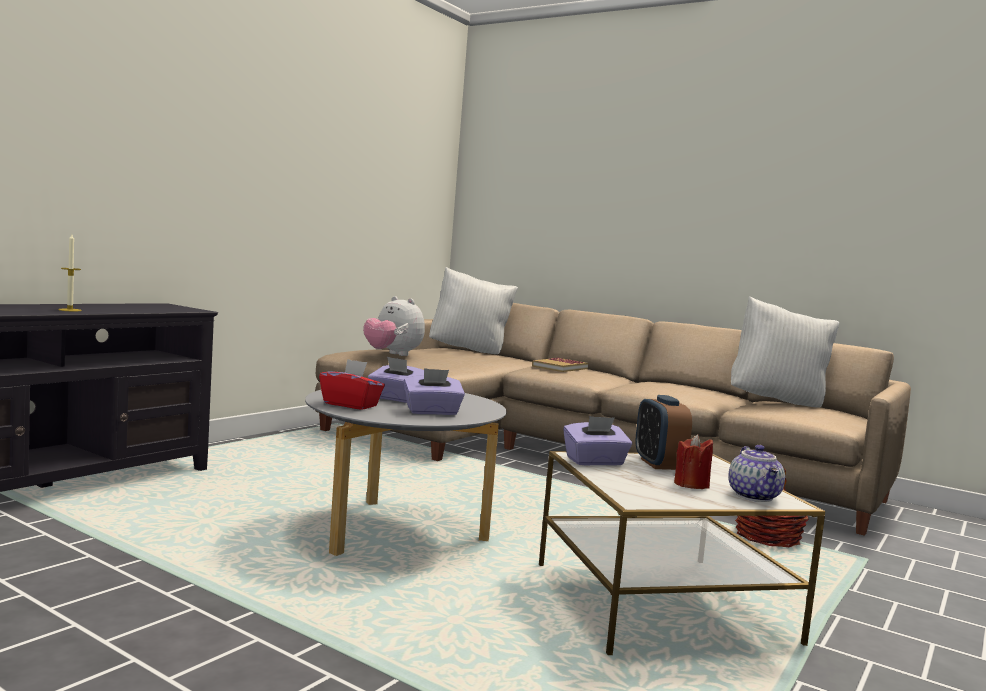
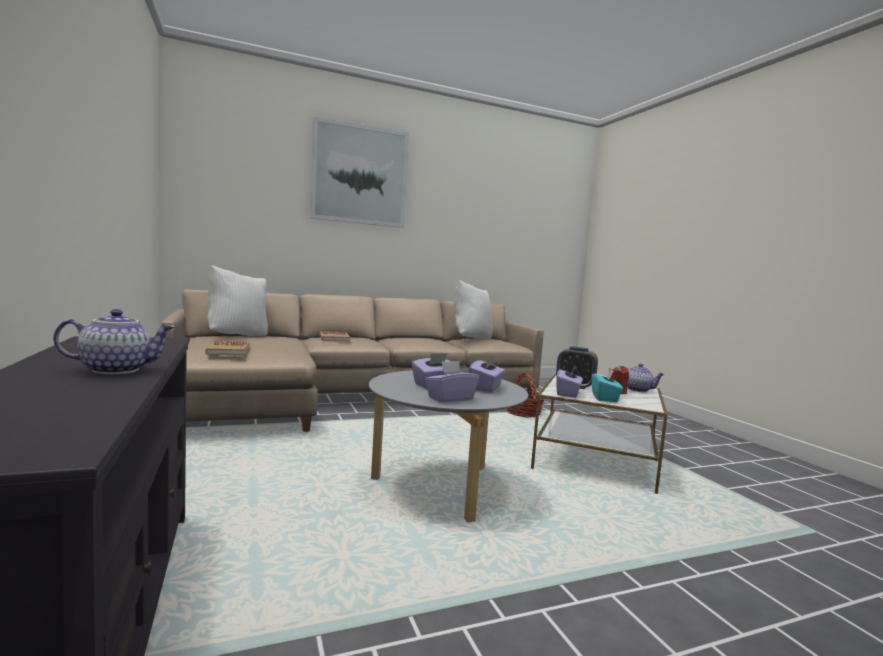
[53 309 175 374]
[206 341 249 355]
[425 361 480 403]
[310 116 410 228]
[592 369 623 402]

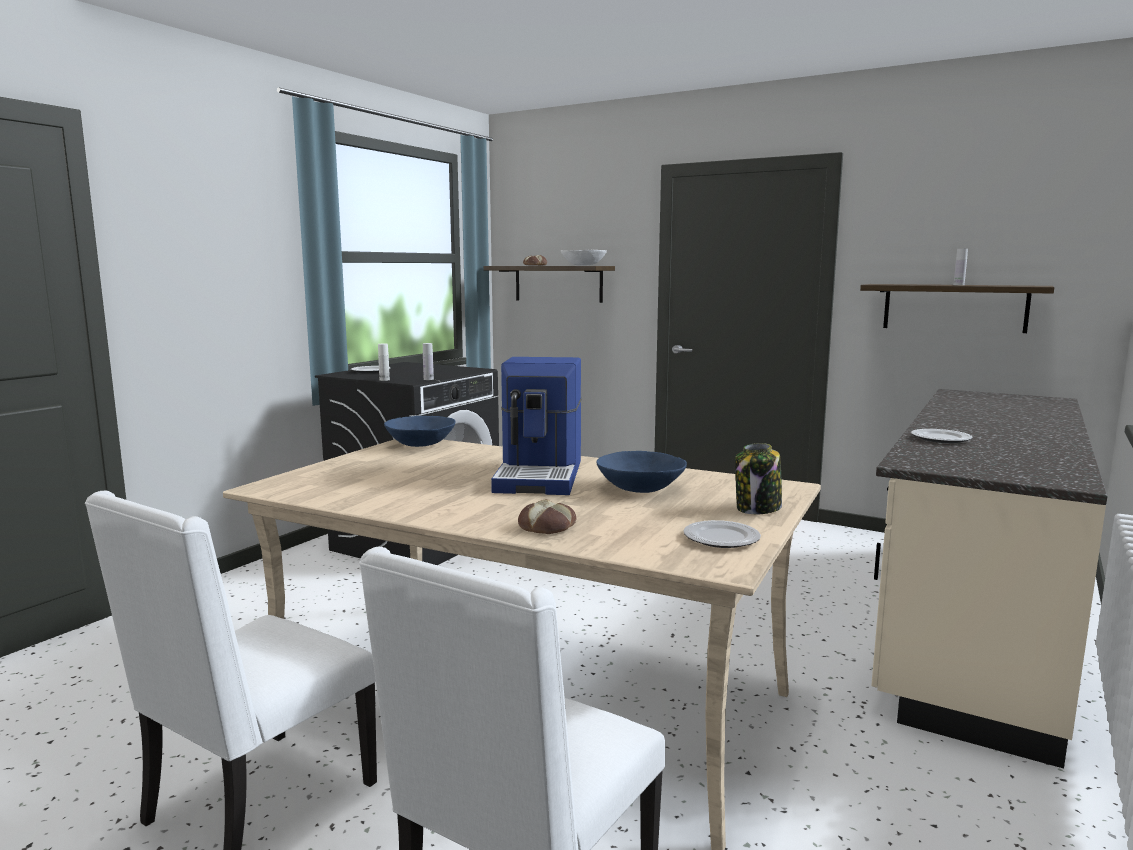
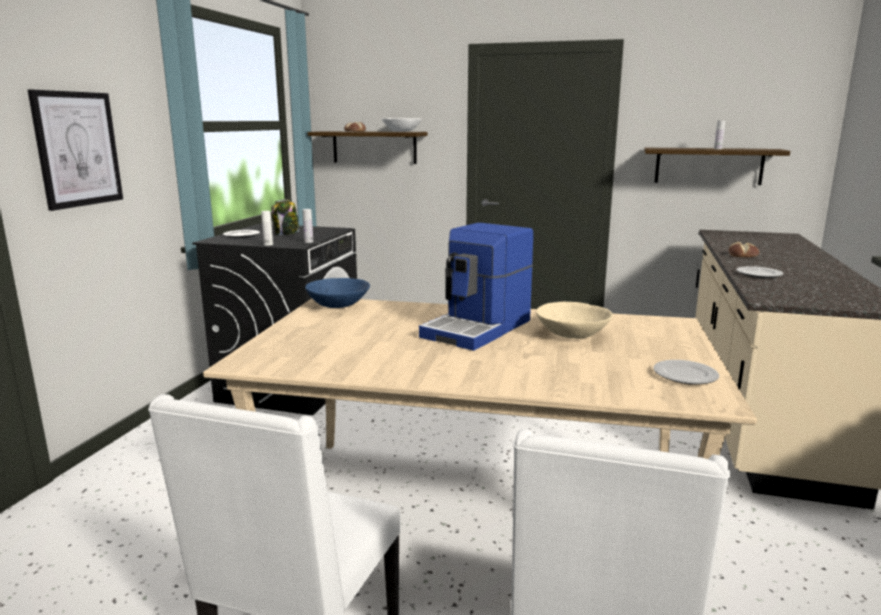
[419 223 533 351]
[271 199 299 235]
[536 302 613 339]
[729 242 760 257]
[28 89 123 211]

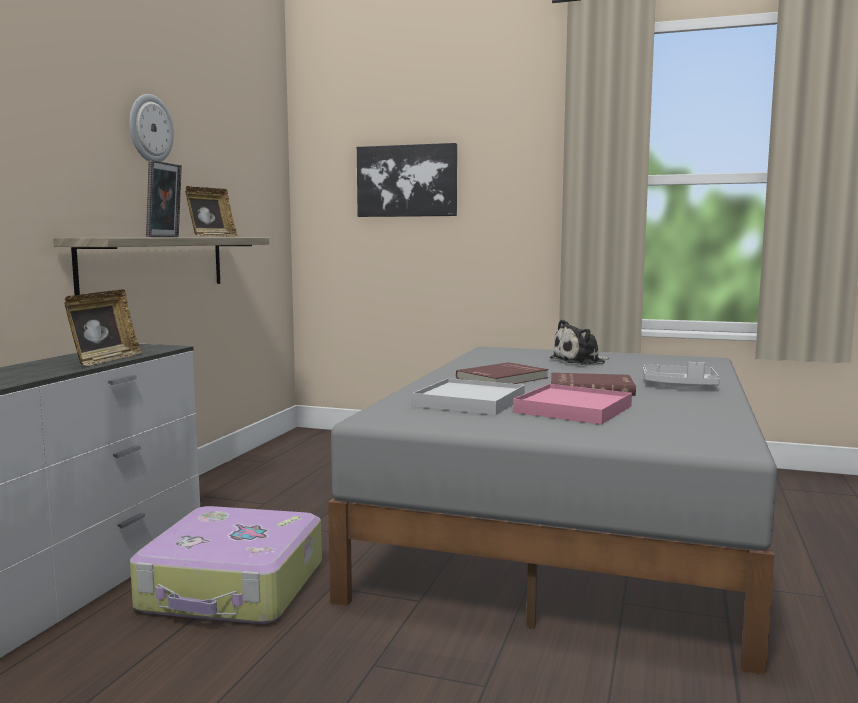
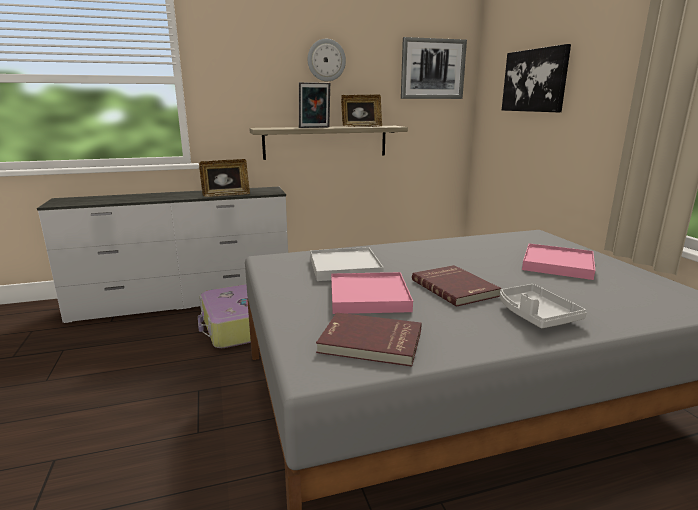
[522 243 595 280]
[316 312 421 367]
[401 37 467 99]

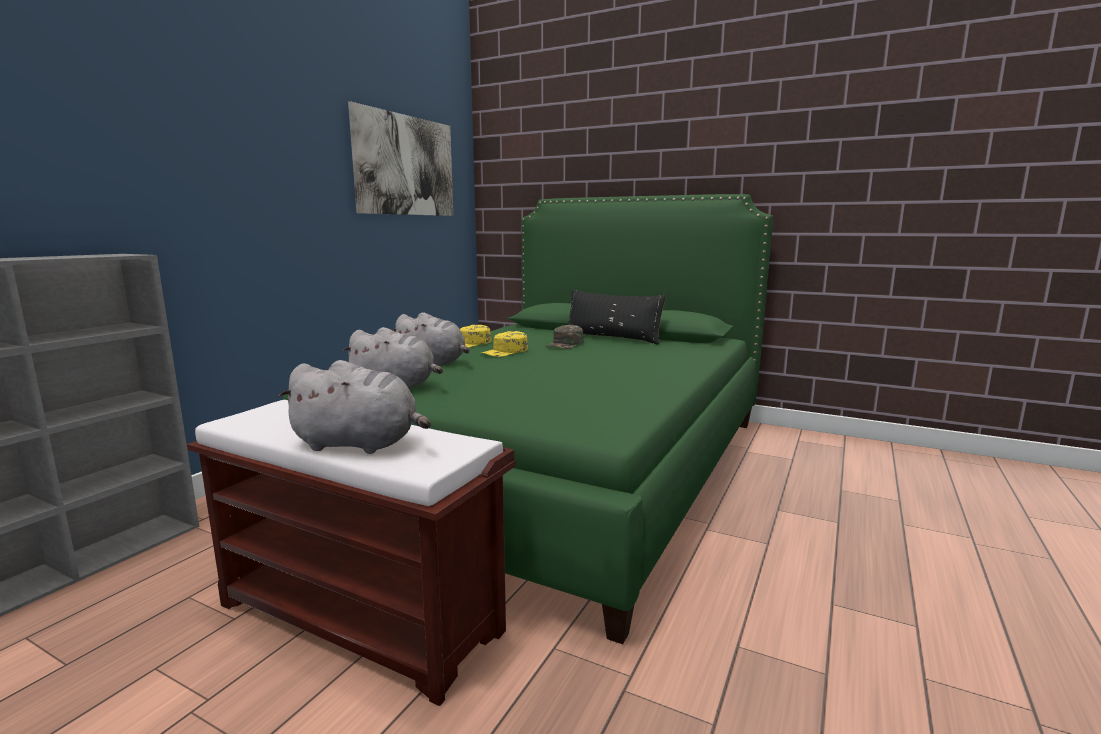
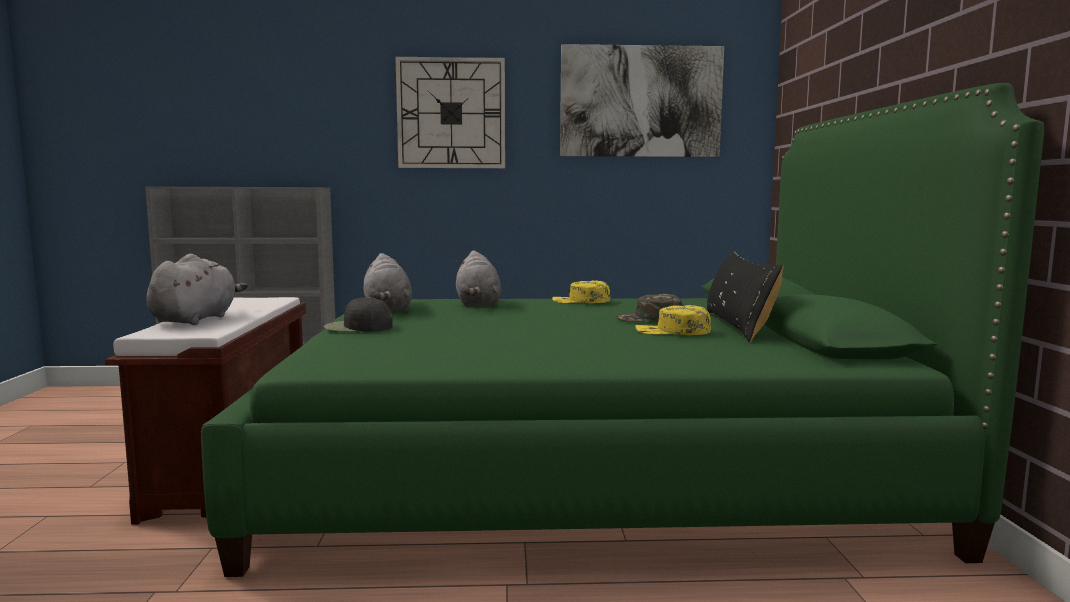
[635 305 711 335]
[146 254 248 325]
[395 57 505 168]
[324 297 393 332]

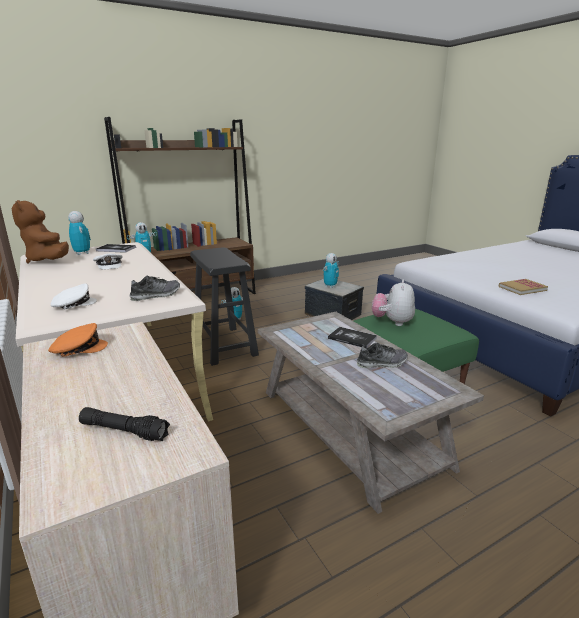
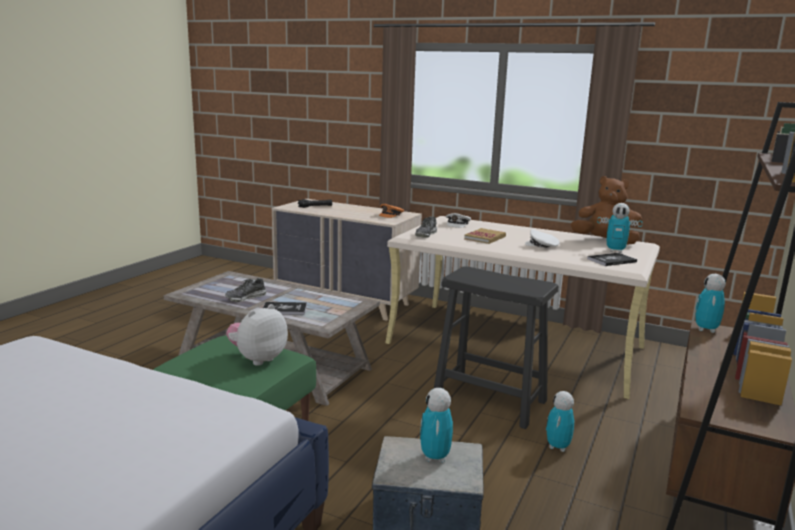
[464 228 506 244]
[226 304 288 366]

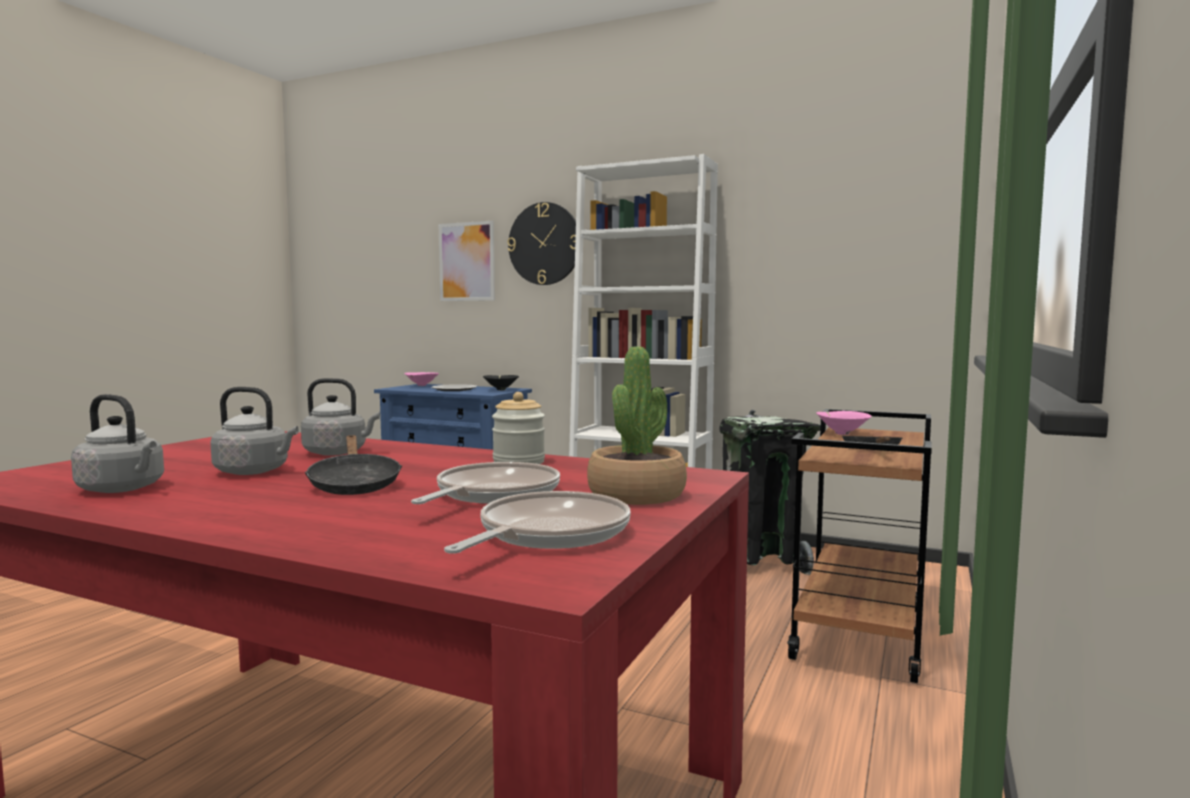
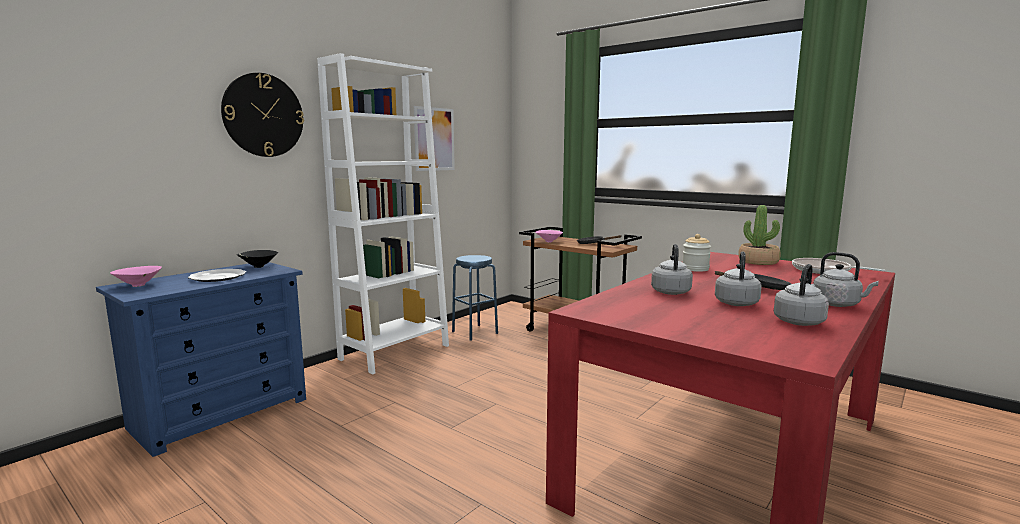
[414 106 455 171]
[452 255 498 341]
[411 462 560 504] (first image)
[813 252 879 307]

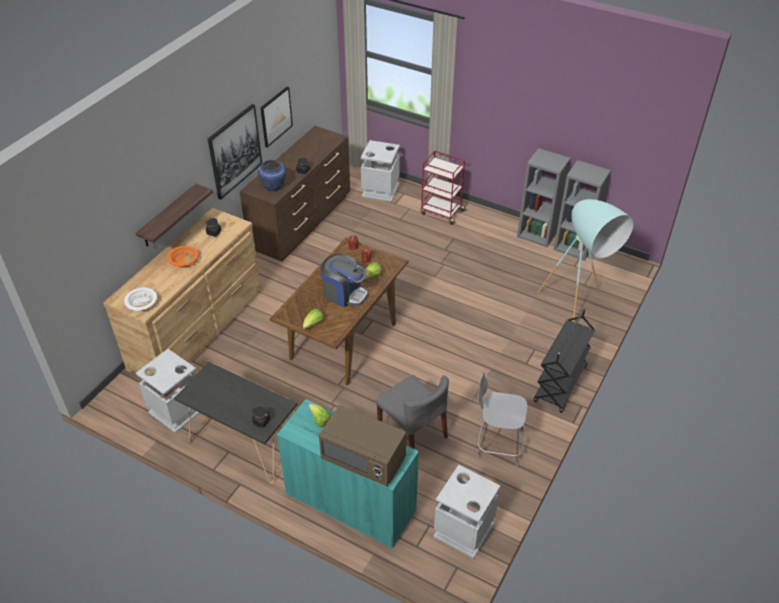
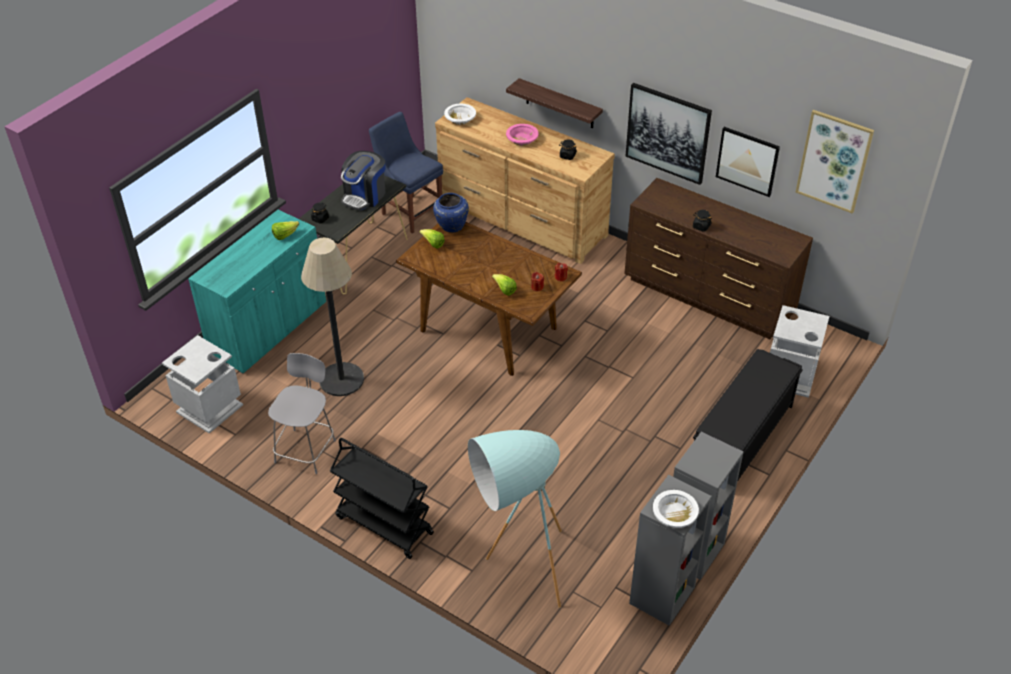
[693 349 803 482]
[433 193 469 232]
[506 124 538 145]
[341 151 385 210]
[369 112 443 234]
[301 238 364 396]
[319 405 406 486] (first image)
[796 110 874 214]
[653 490 699 528]

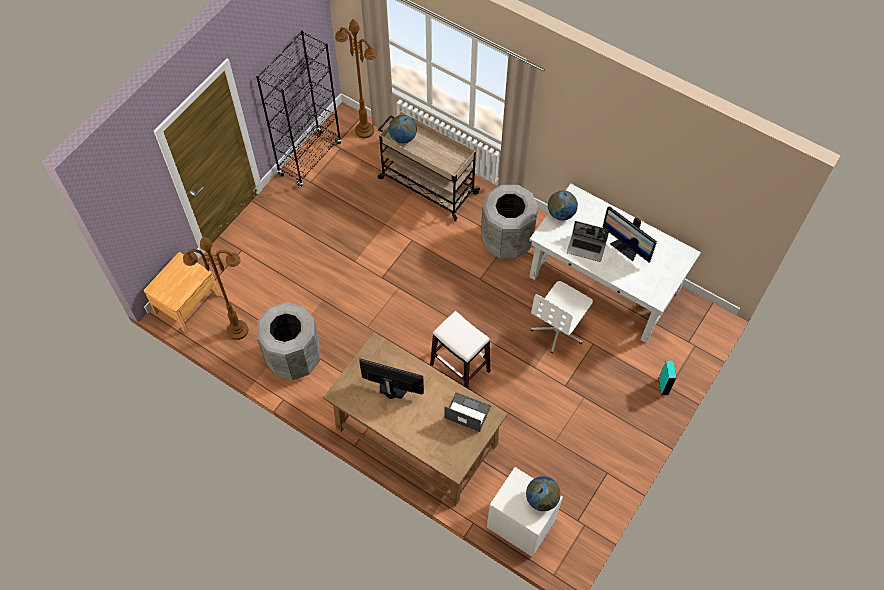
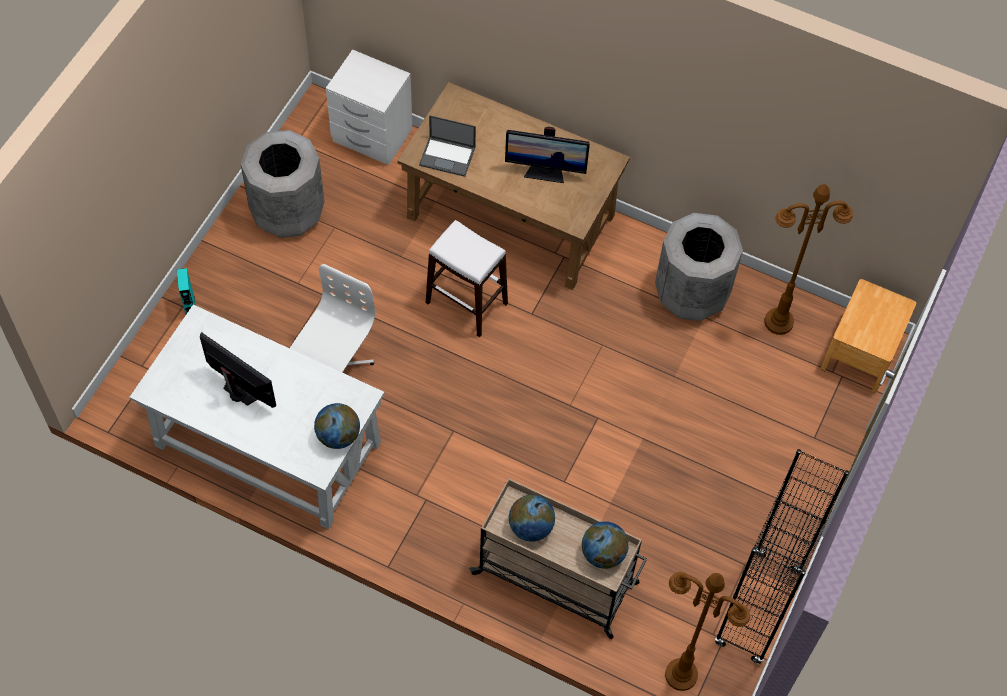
[241 130 325 238]
[567 221 609 262] (first image)
[509 495 555 542]

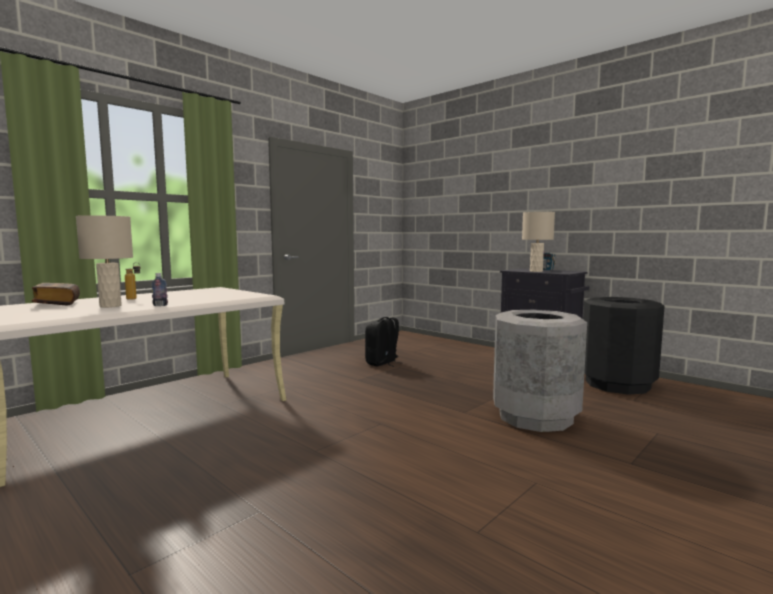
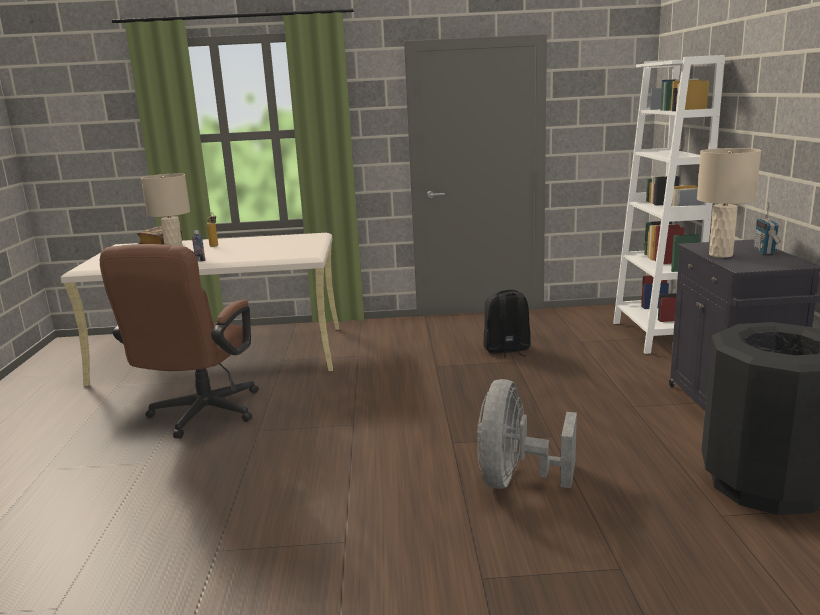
[477 379 577 489]
[613 55 725 354]
[100 244 259 439]

